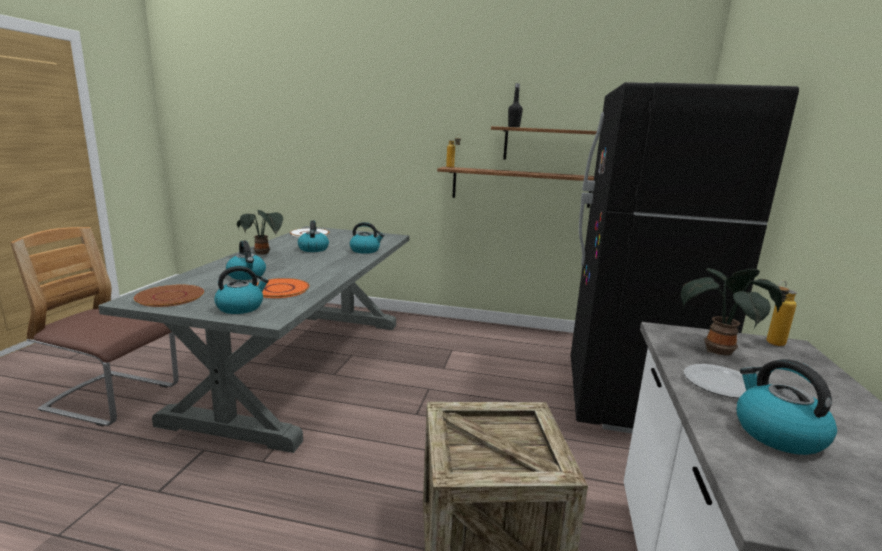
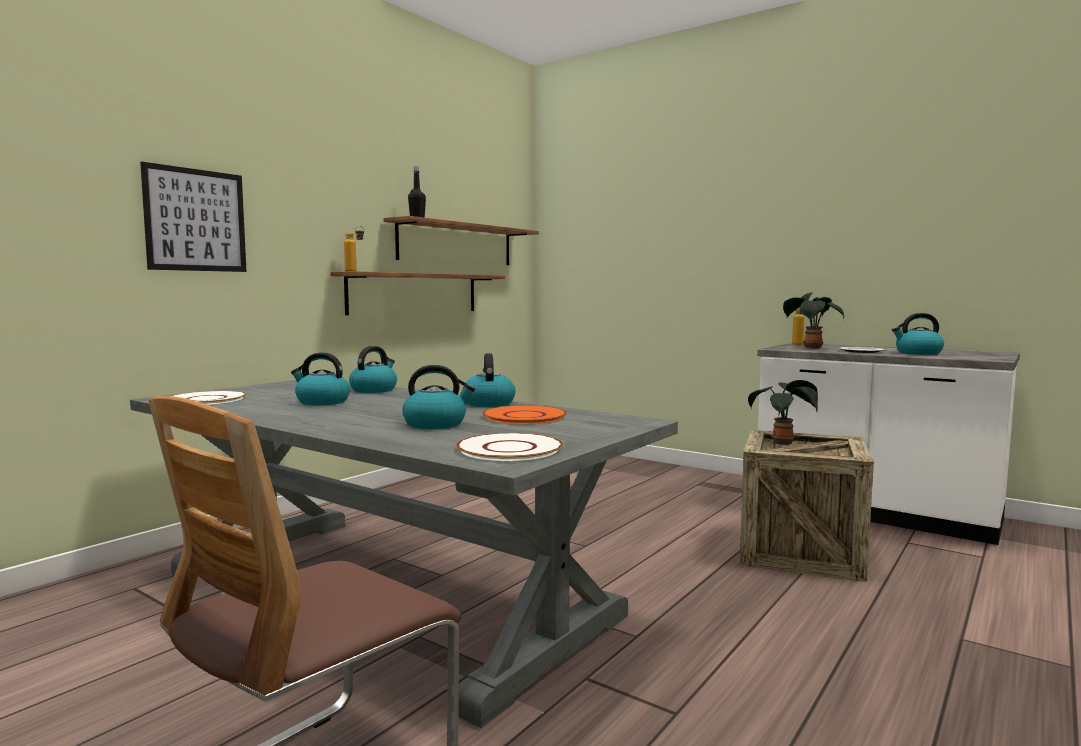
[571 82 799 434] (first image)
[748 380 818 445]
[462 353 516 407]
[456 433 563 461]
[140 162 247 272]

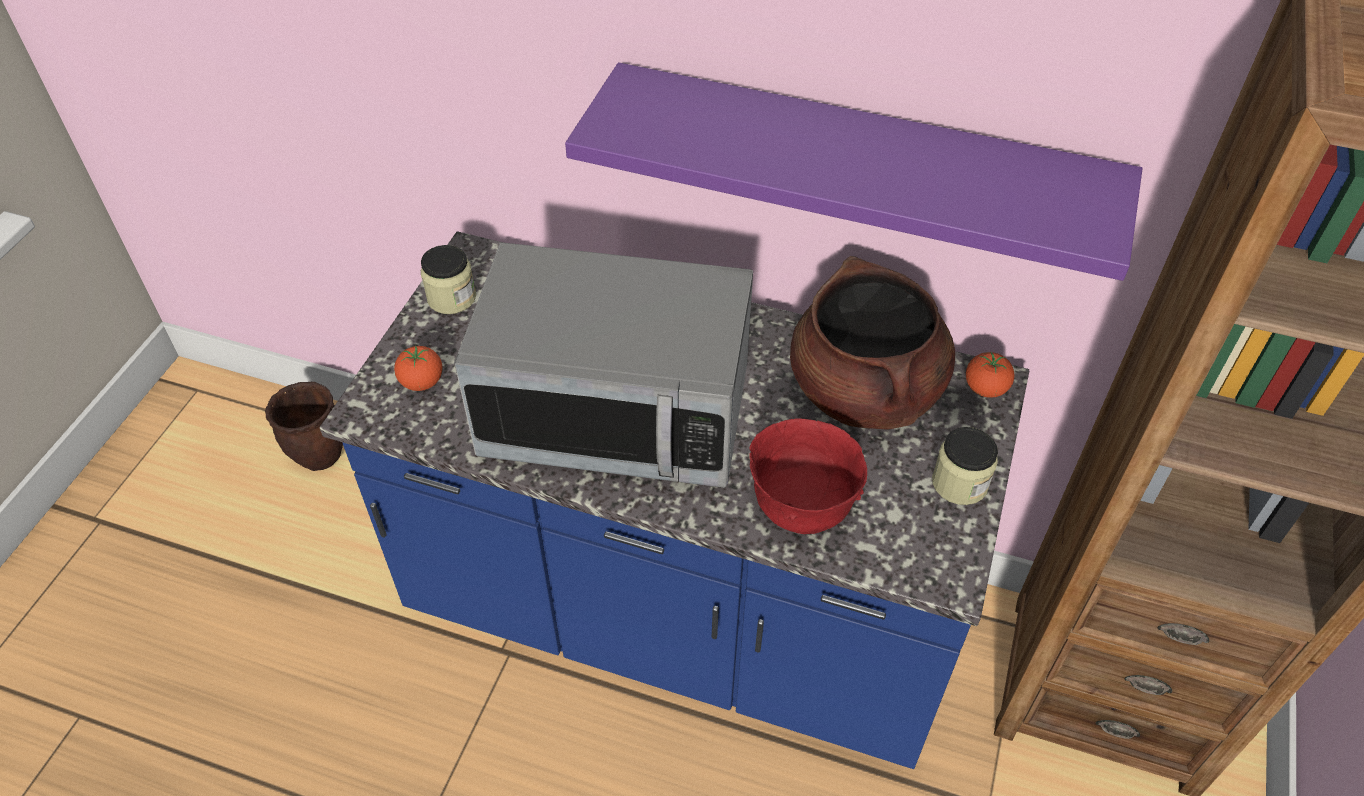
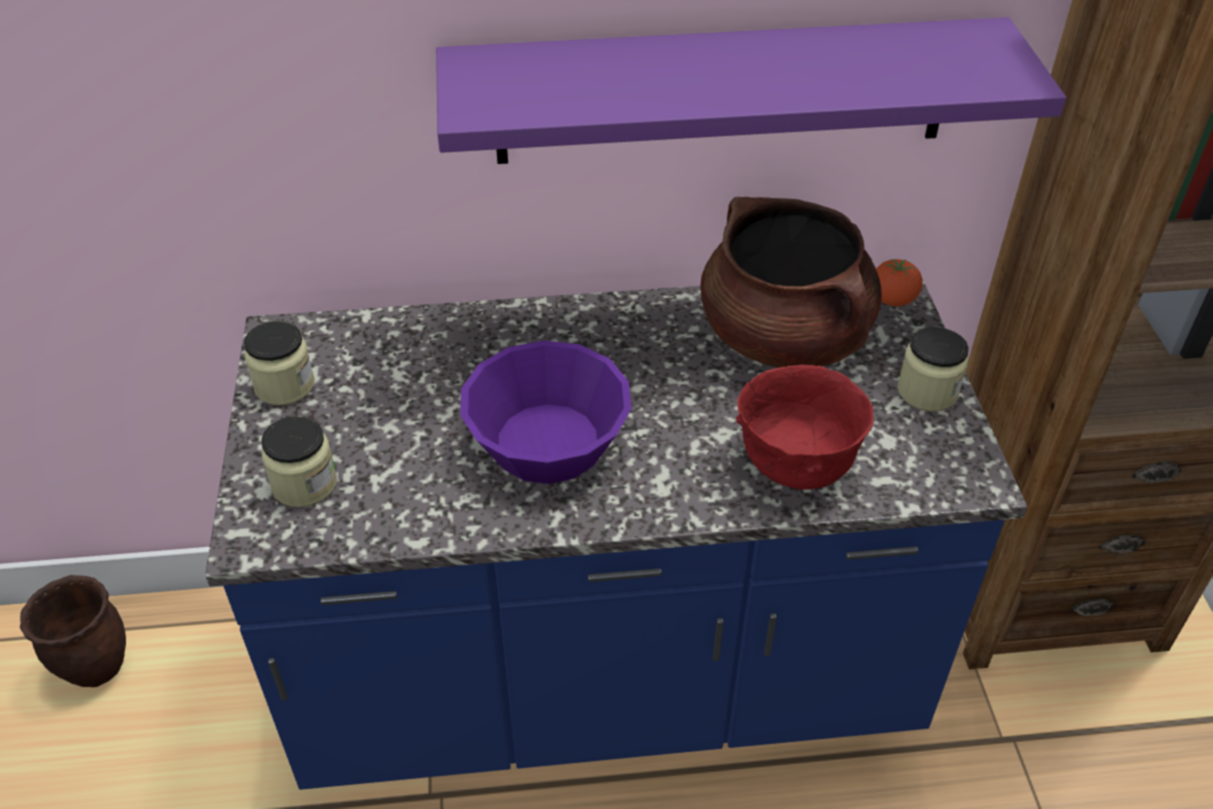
[460 340 632 484]
[262 416 337 507]

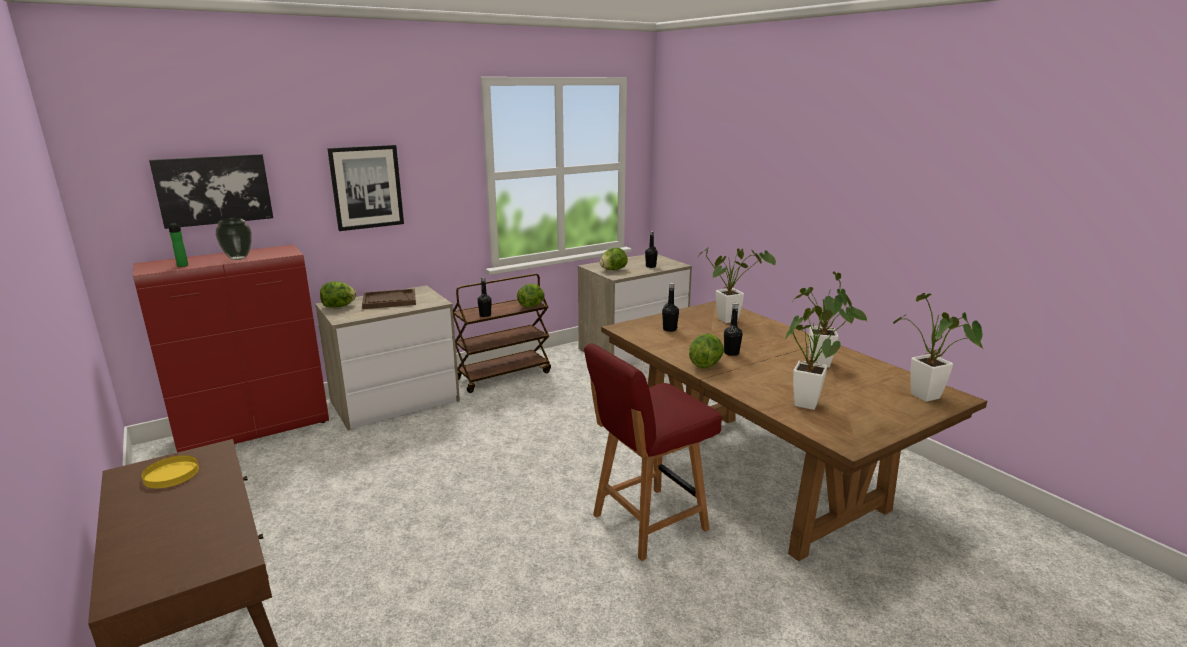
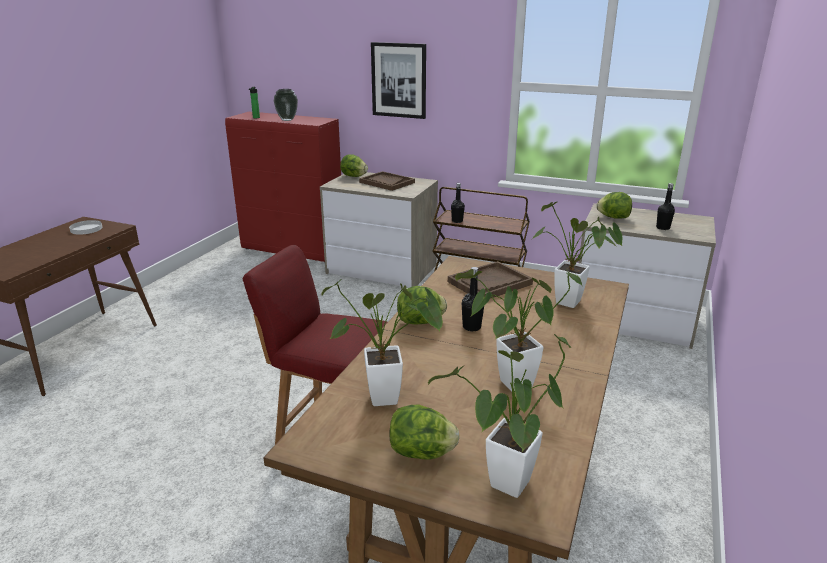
[149 154 273 229] (first image)
[448 261 533 299]
[390 405 460 459]
[69 220 102 235]

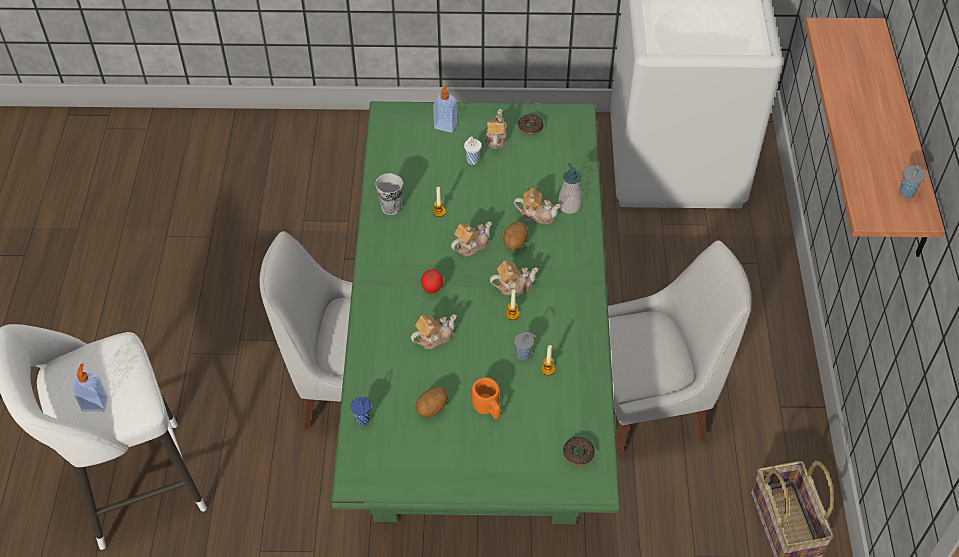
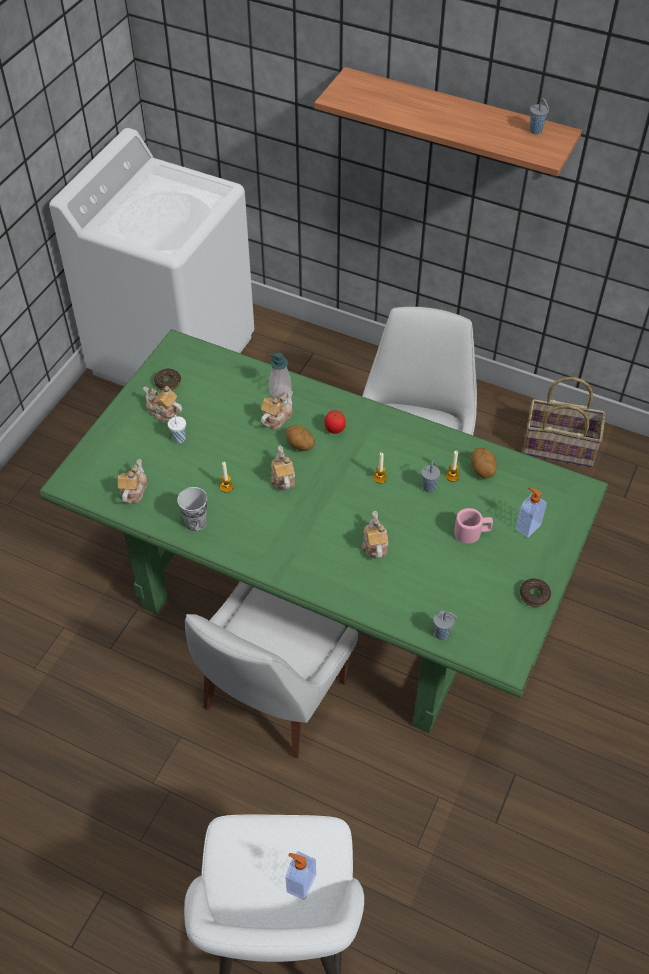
[515 487 547 538]
[117 459 148 504]
[324 410 346 434]
[454 508 493 544]
[471 448 496 479]
[433 611 457 640]
[520 578 551 607]

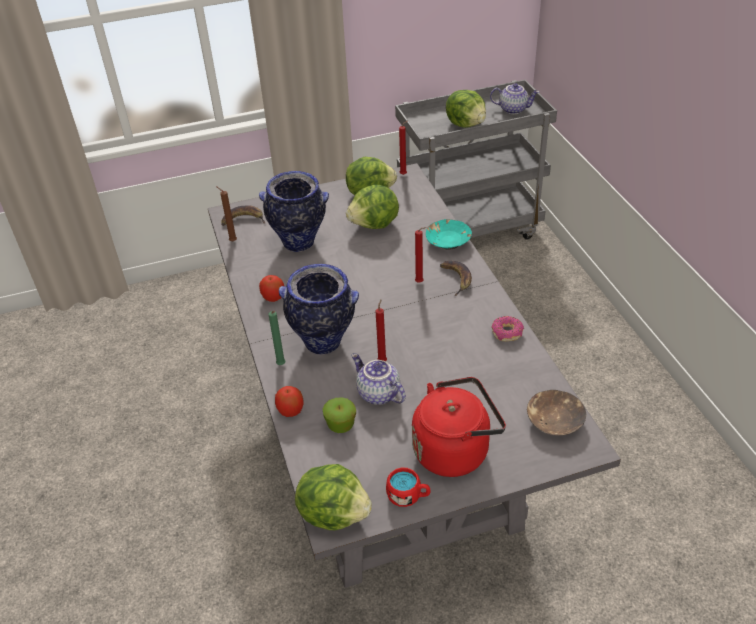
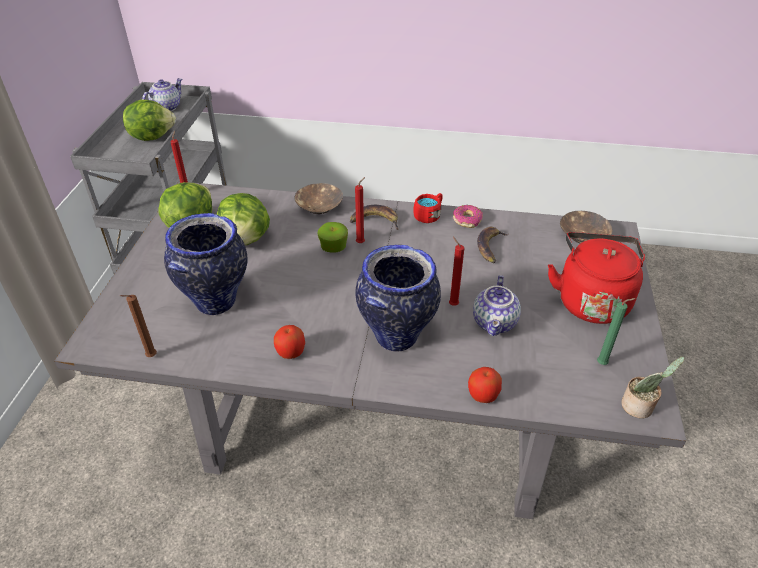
[477 227 509 263]
[295 183 343 214]
[597 298 636 365]
[473 275 521 336]
[317 222 348 253]
[621 356 684 419]
[413 193 443 223]

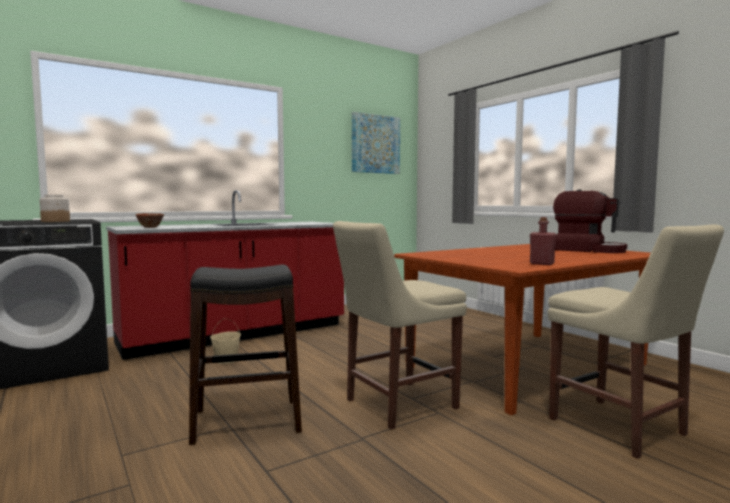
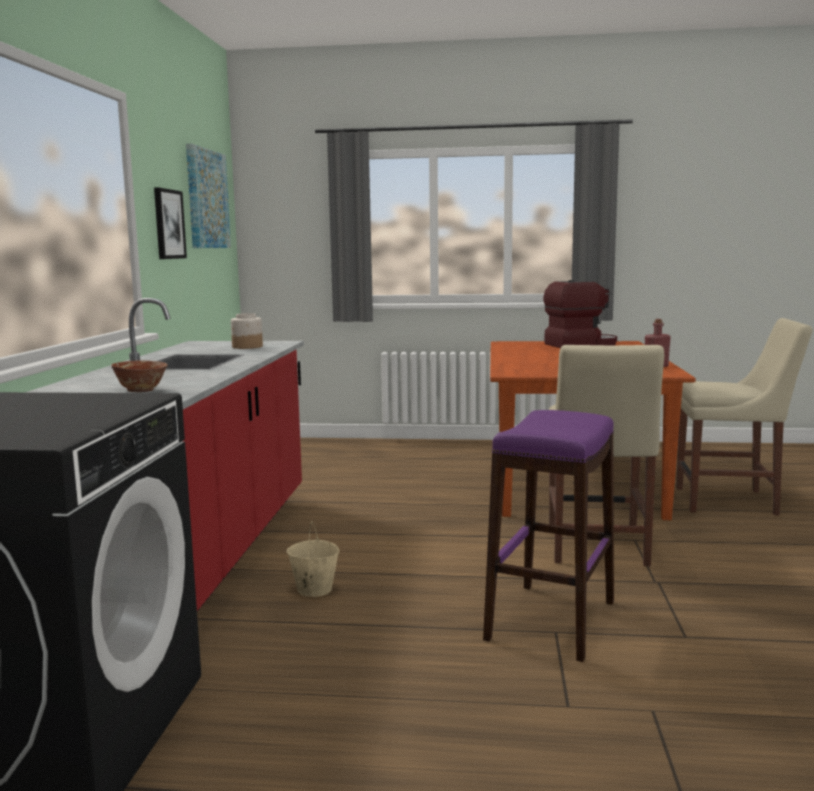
[231 313 263 349]
[483 410 614 662]
[154 187 187 259]

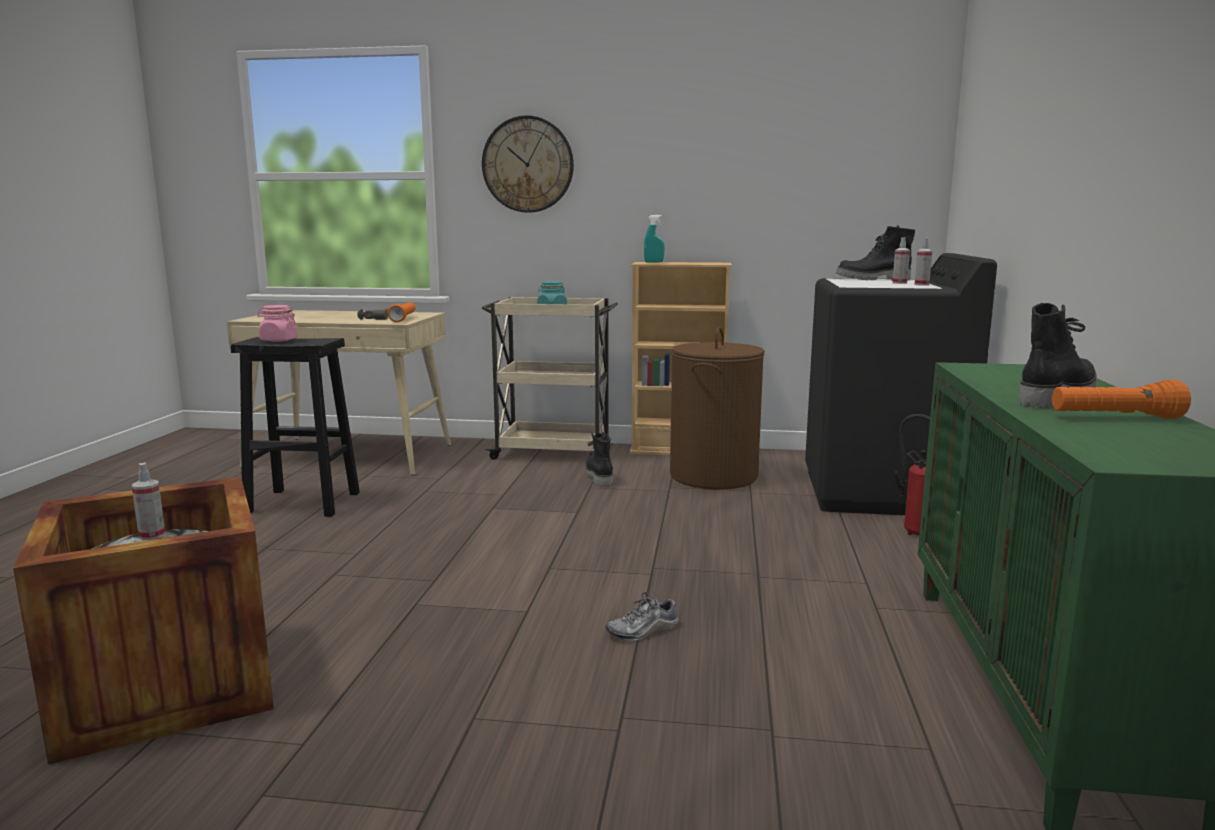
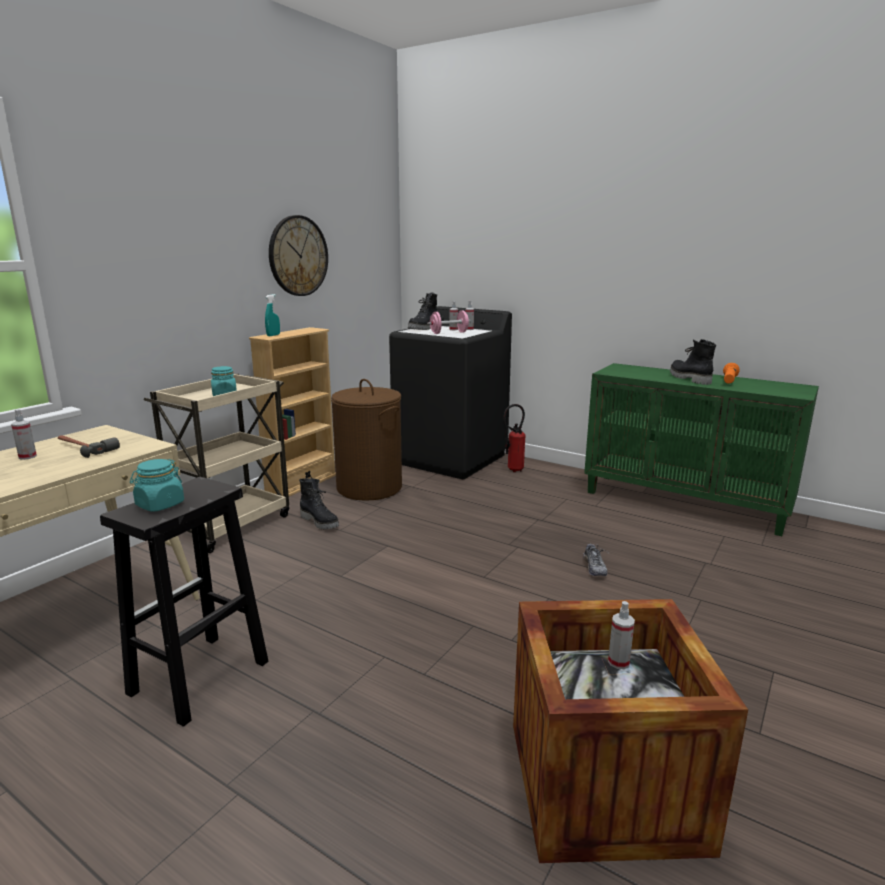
[269 215 328 296]
[388 302 415 322] (first image)
[130 459 184 512]
[299 478 339 529]
[427 310 471 334]
[11 409 37 460]

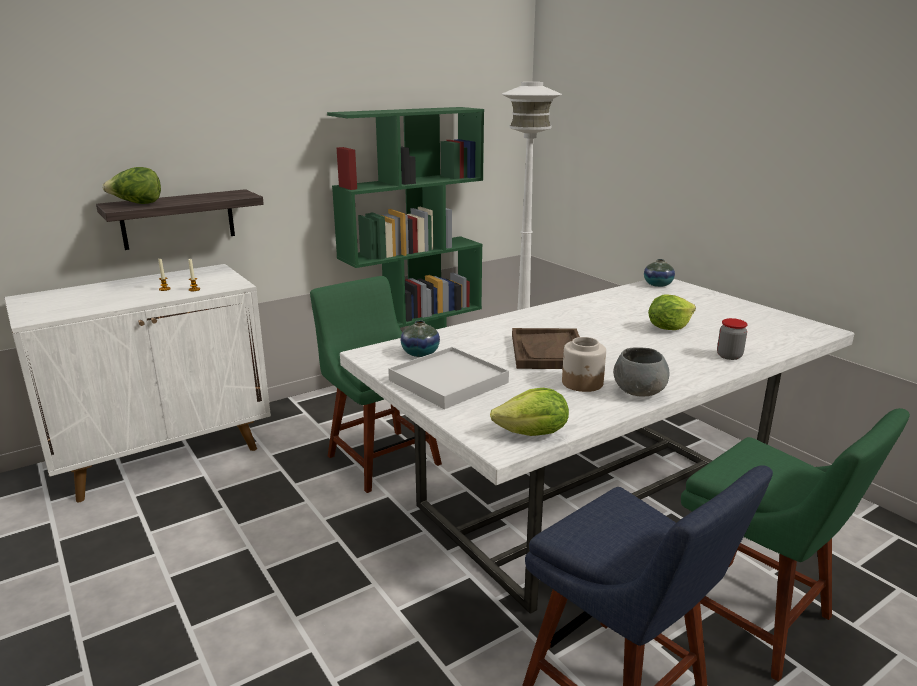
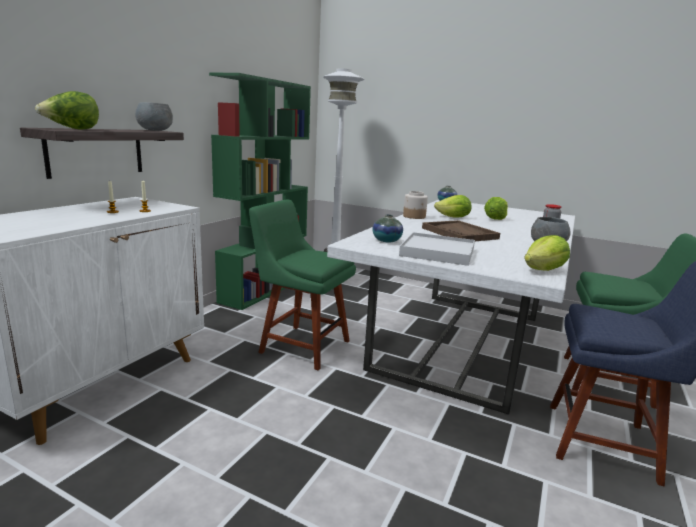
[403 191 428 219]
[135 102 173 131]
[434 195 472 218]

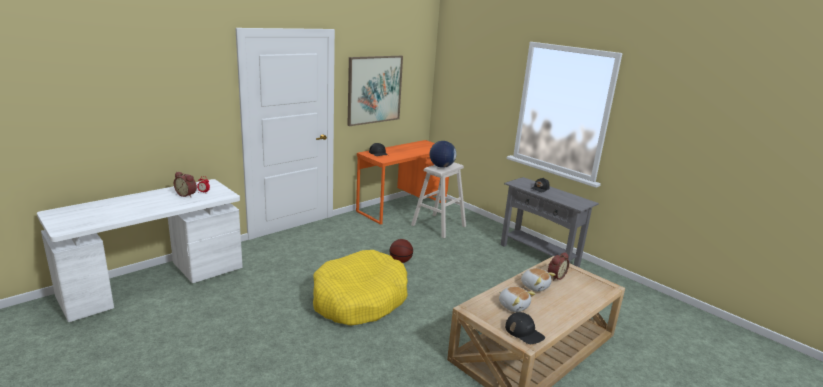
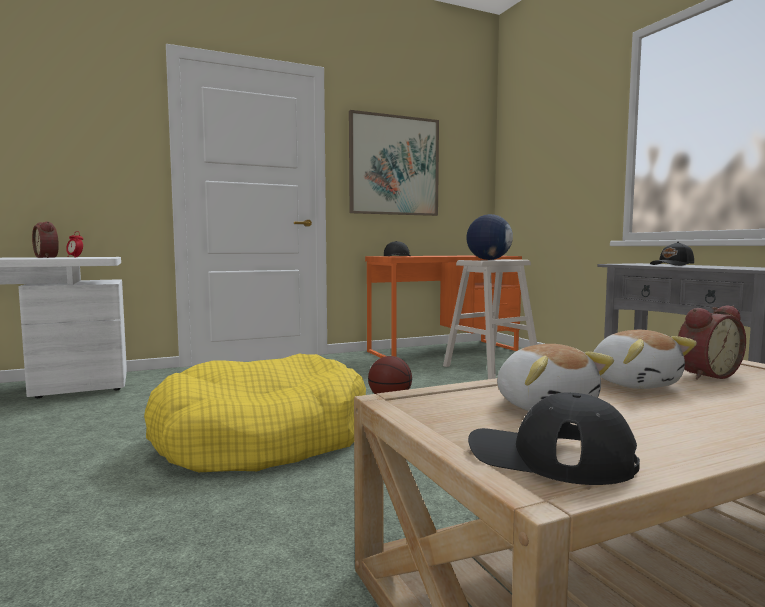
[468 393 640 485]

